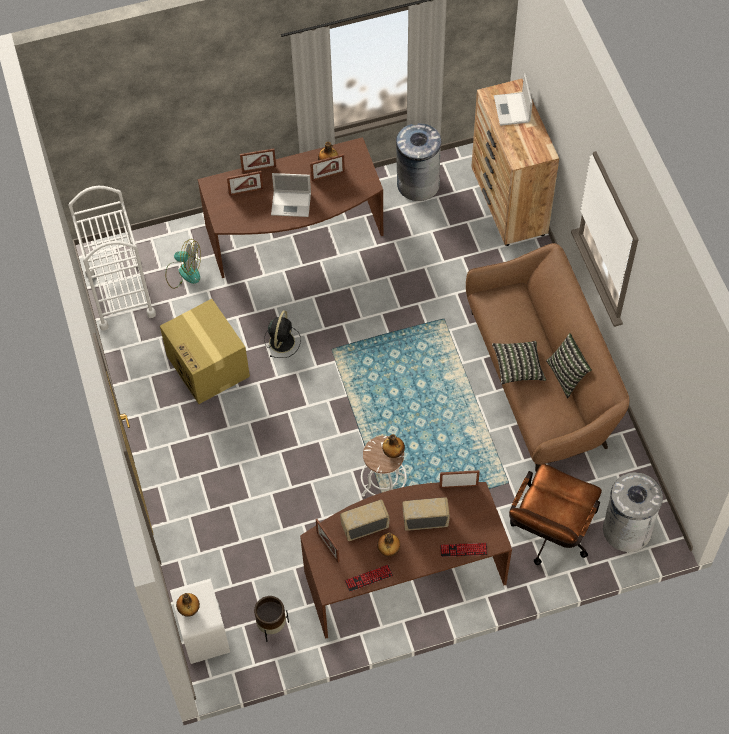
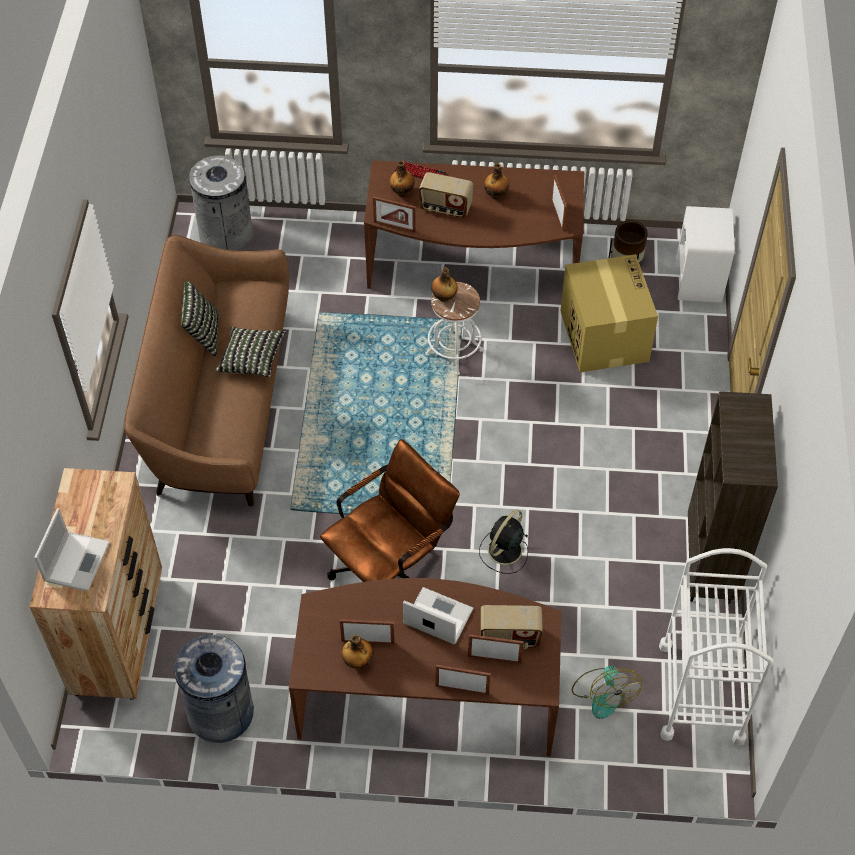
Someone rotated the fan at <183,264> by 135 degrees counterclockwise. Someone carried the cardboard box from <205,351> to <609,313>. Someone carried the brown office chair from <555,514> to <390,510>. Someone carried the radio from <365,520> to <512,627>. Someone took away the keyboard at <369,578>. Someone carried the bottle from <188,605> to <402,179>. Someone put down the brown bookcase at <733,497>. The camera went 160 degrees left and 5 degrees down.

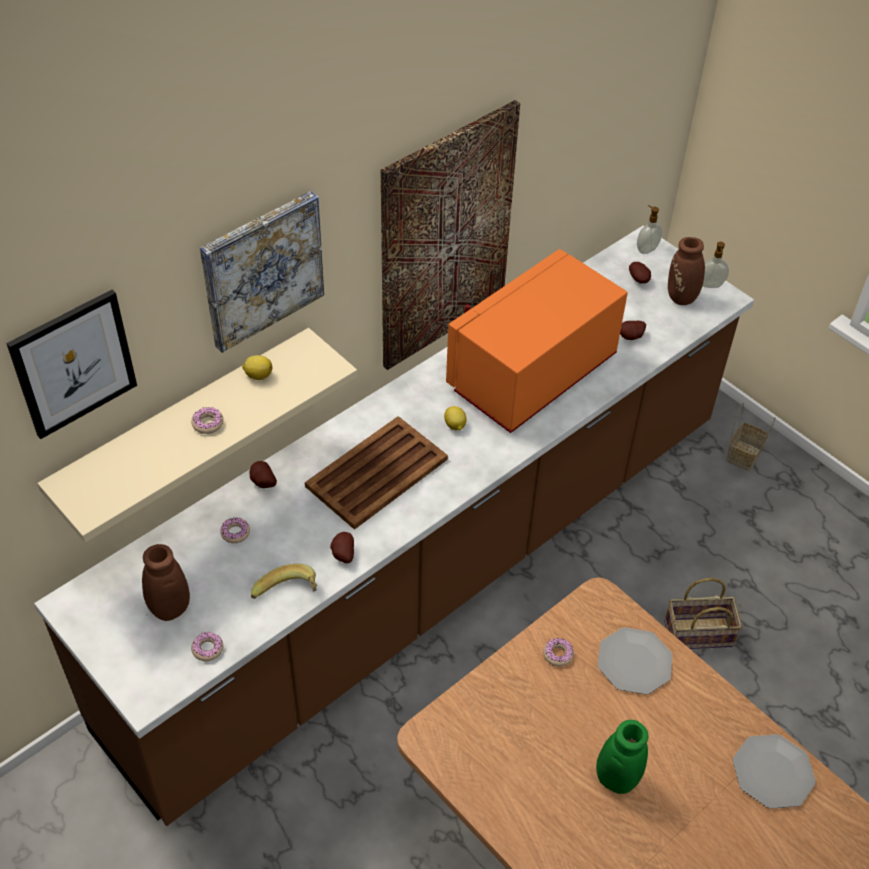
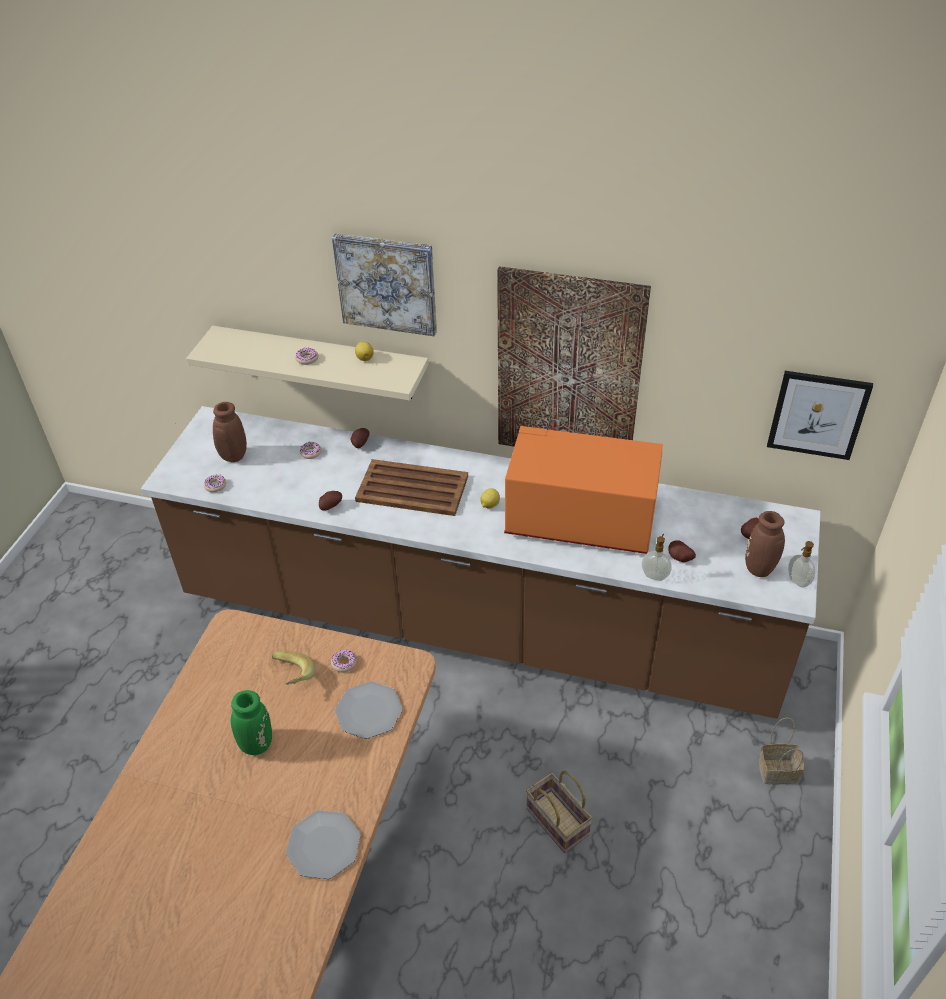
Someone carried the soap dispenser from <649,229> to <657,557>. Someone carried the picture from <71,364> to <820,415>. Someone carried the banana from <284,581> to <293,668>. The camera went 60 degrees right and 5 degrees down.

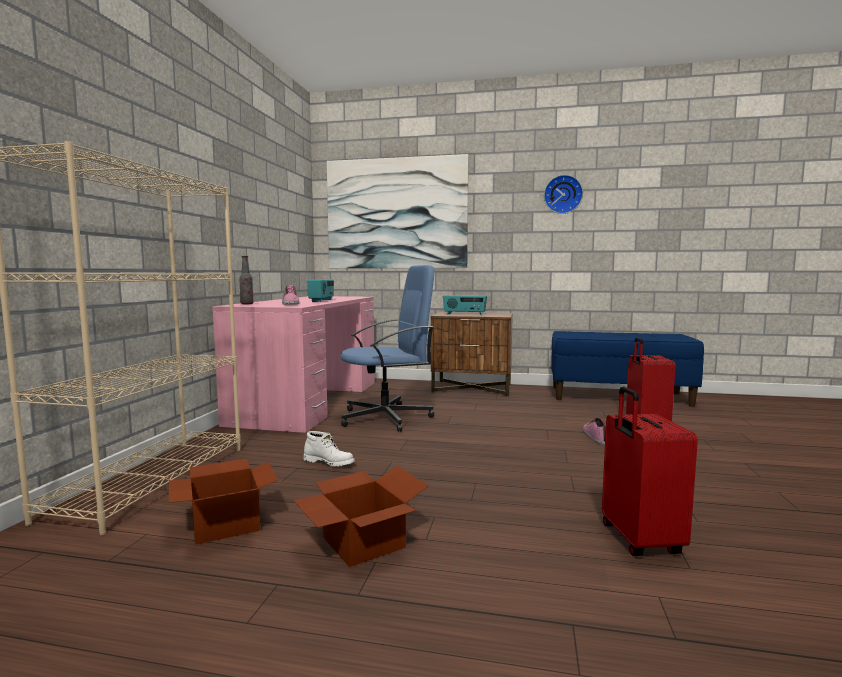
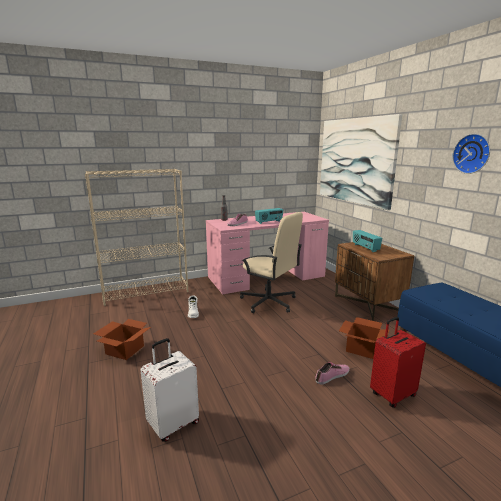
Someone repainted the blue office chair at <387,348>, which became the beige office chair at <271,262>. Someone repainted the red suitcase at <650,471>, which became the white suitcase at <170,390>. Someone carried the cardboard box from <223,502> to <364,338>. The camera went 55 degrees right and 10 degrees up.

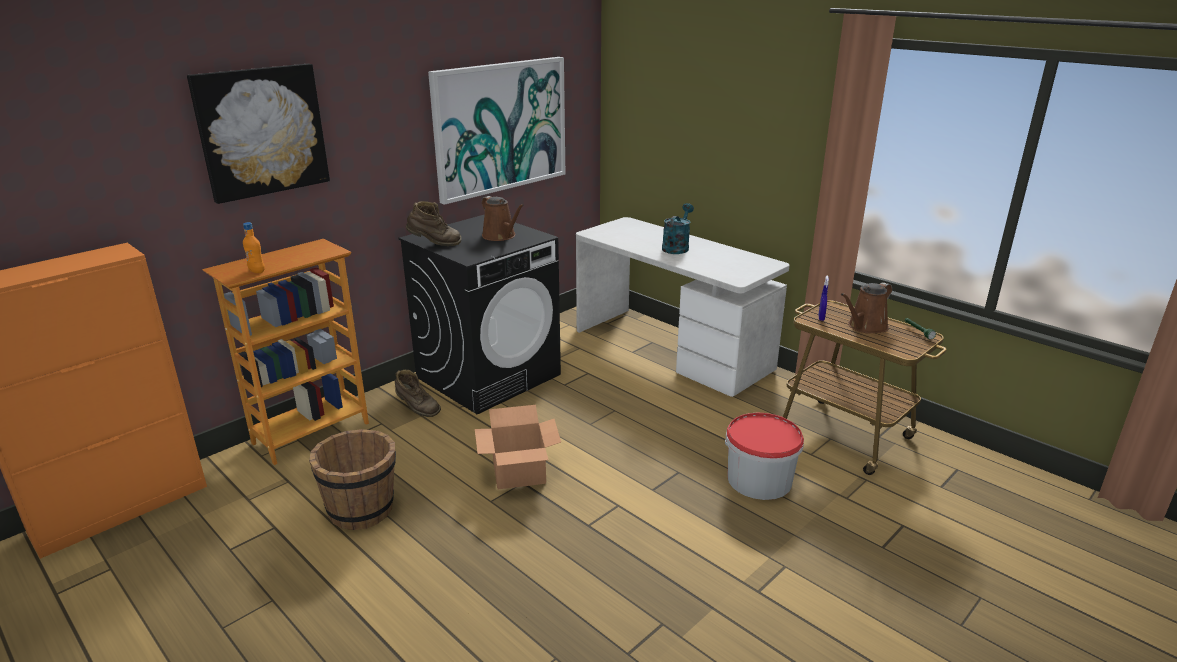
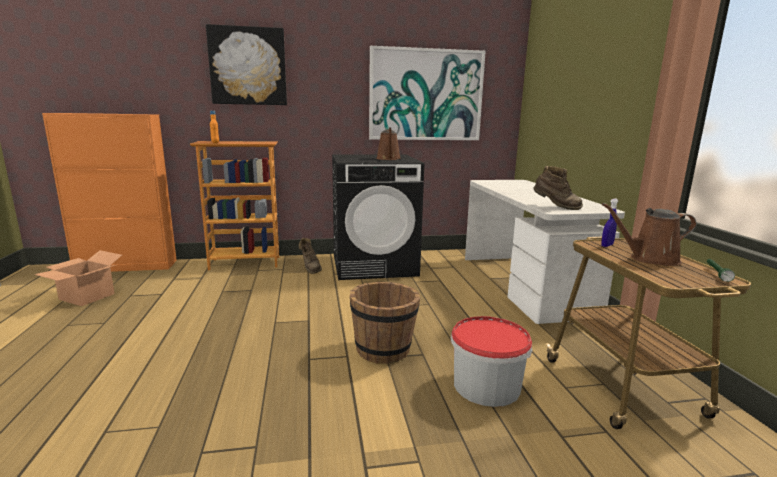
Someone carried the brown boot from <434,223> to <558,188>. Someone took away the turquoise watering can at <678,228>. Someone carried the cardboard box from <518,447> to <78,278>. Someone carried the brown bucket from <352,479> to <385,323>. The camera went 35 degrees right and 10 degrees down.

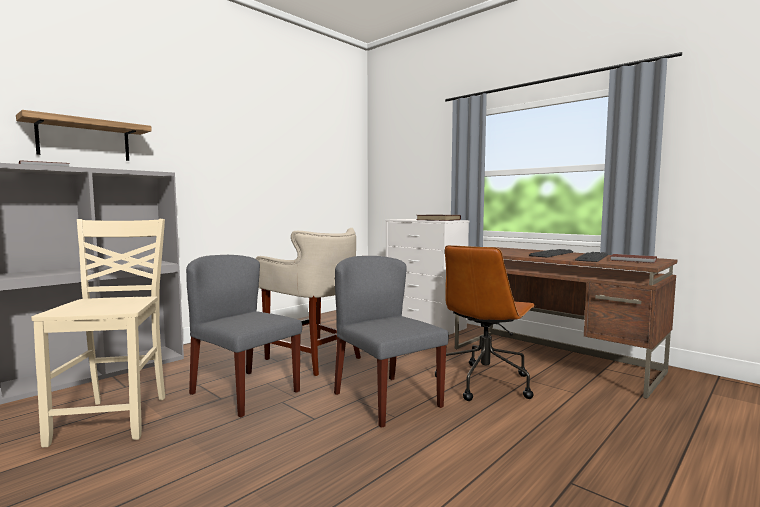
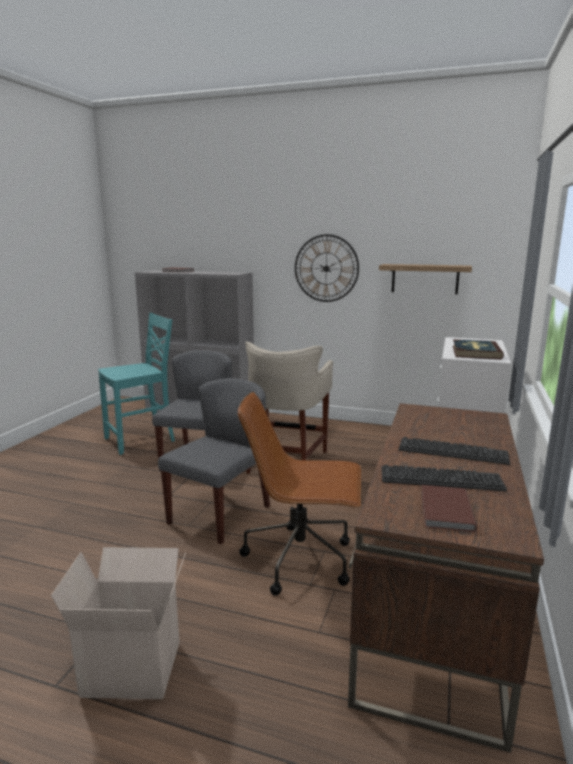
Someone carried the shelf from <84,135> to <425,279>. Someone repainted the beige chair at <98,333>, which became the turquoise chair at <136,384>. Someone put up the wall clock at <327,268>. Someone put down the cardboard box at <118,623>. The camera went 65 degrees right and 10 degrees up.

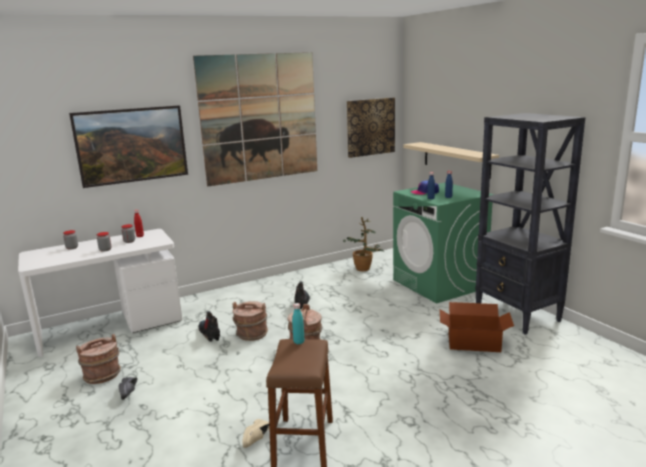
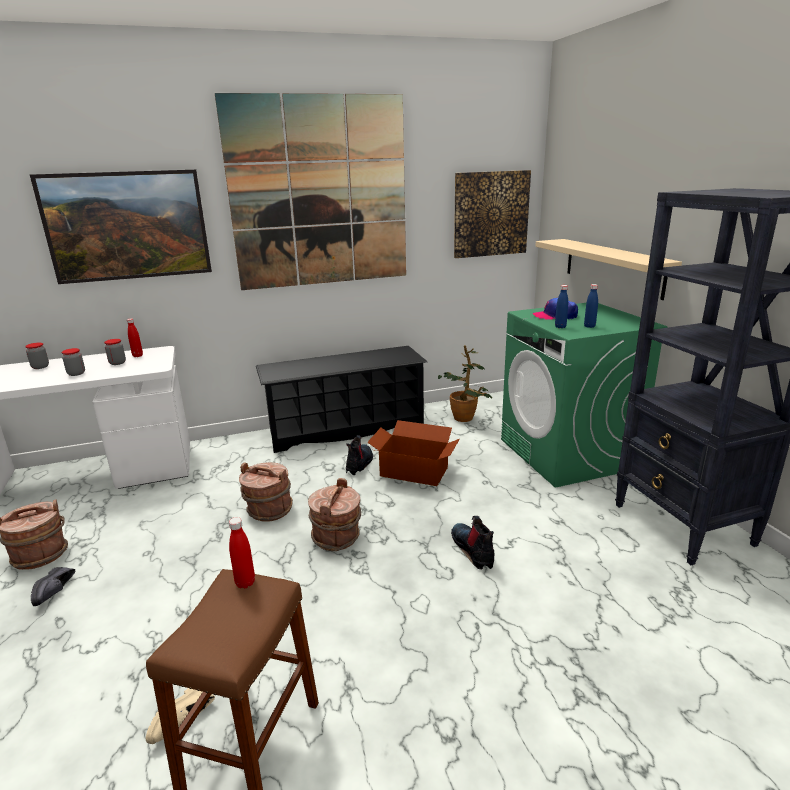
Someone carried the cardboard box from <477,327> to <413,453>. Someone repainted the turquoise bottle at <298,323>, which became the red bottle at <242,553>. Someone carried the boot from <209,326> to <473,543>. Someone put down the black shoe rack at <341,399>. The camera went 10 degrees right and 5 degrees up.

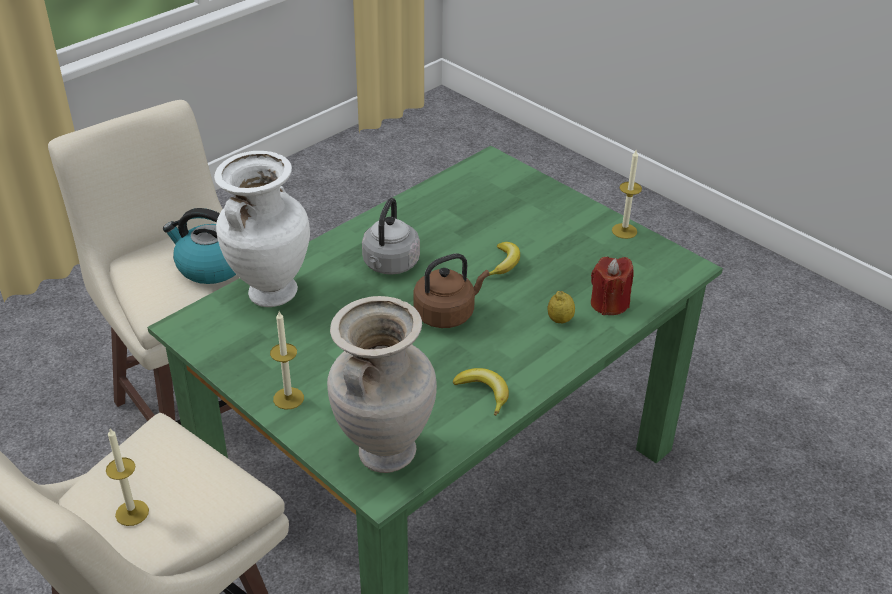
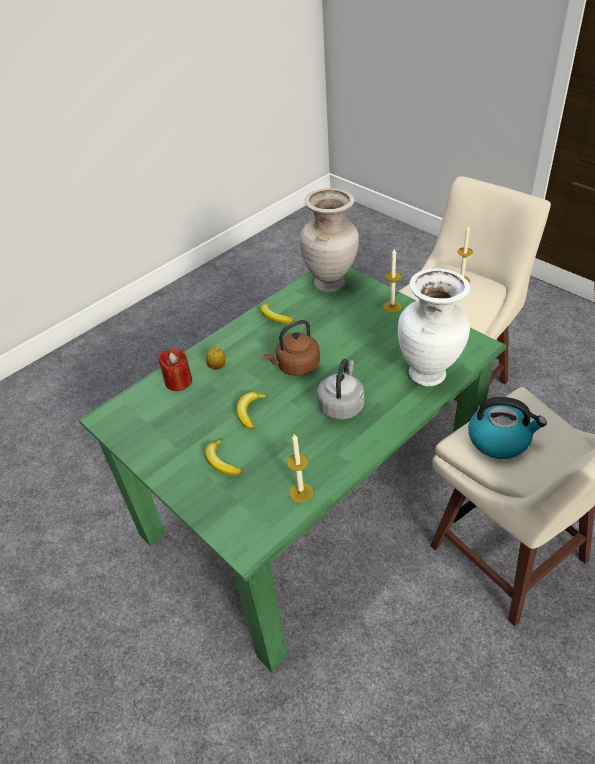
Someone carried the candle from <627,194> to <300,468>. Someone put down the banana at <223,457>. The camera went 175 degrees left and 5 degrees up.

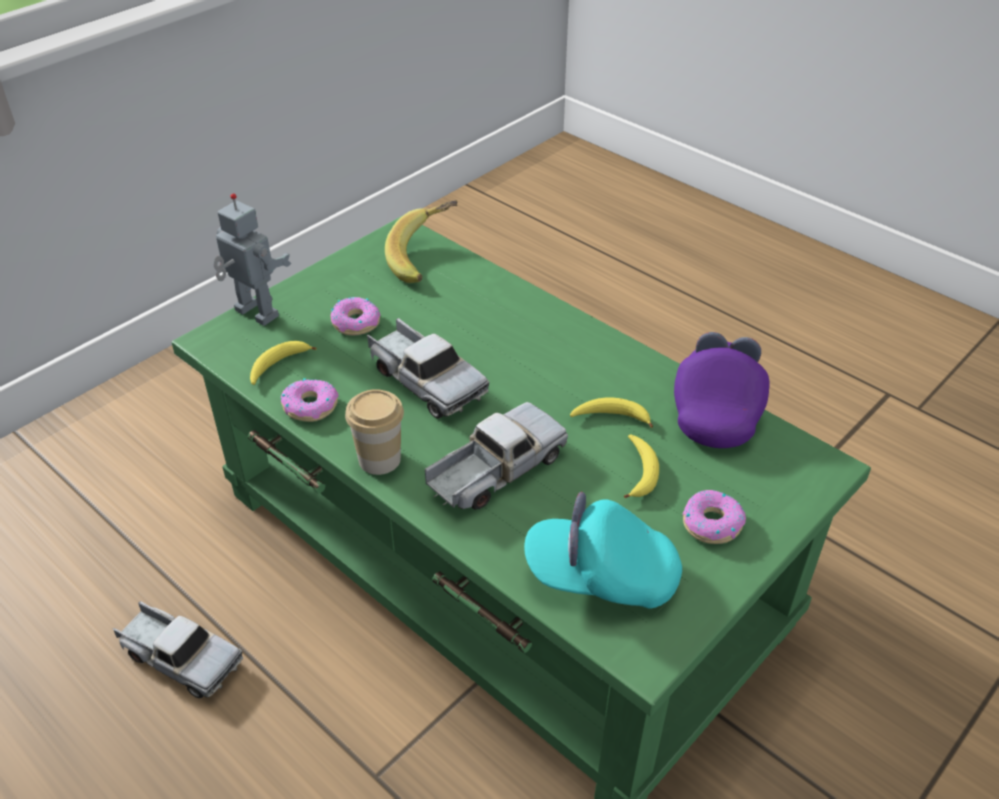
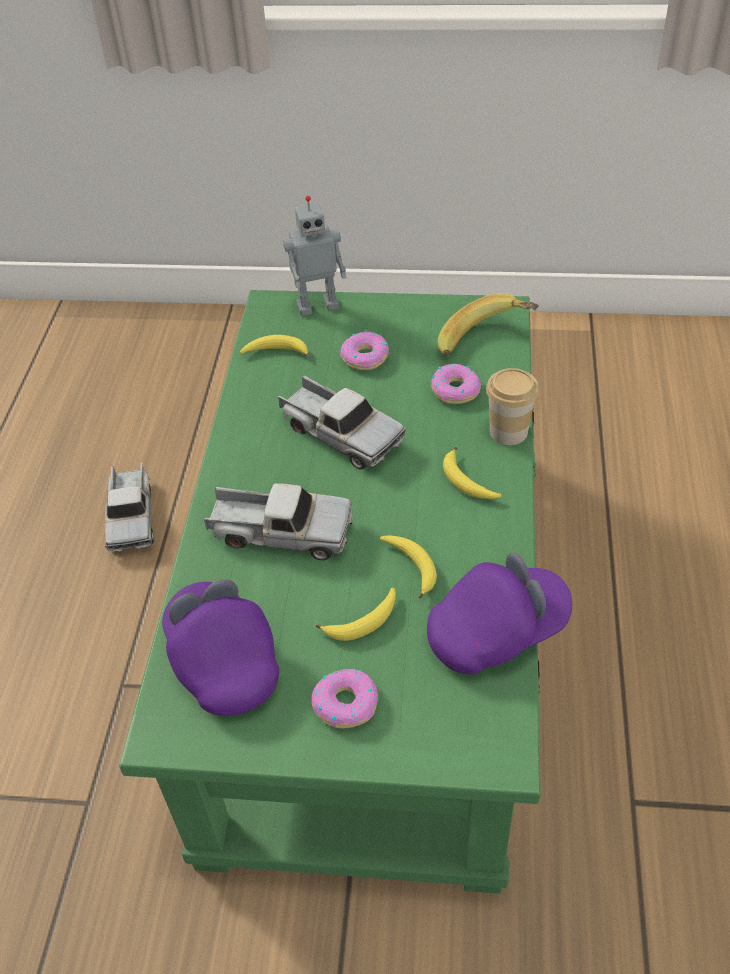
Someone rotated the toy robot at <252,259> by 75 degrees clockwise. Someone rotated the toy truck at <428,368> by 60 degrees counterclockwise. Someone carried the donut from <310,400> to <456,384>. Someone carried the cup from <374,432> to <512,406>. Someone repainted the turquoise cap at <603,550>, which became the purple cap at <220,647>. Someone put down the banana at <472,473>. The camera went 55 degrees right and 5 degrees up.

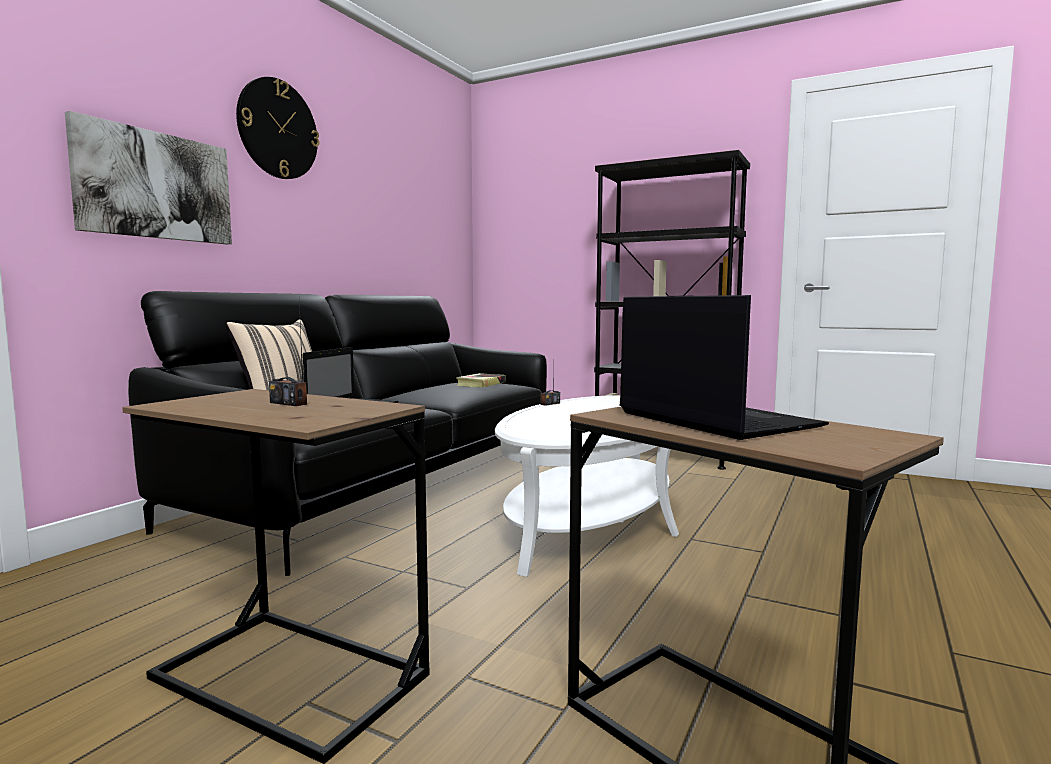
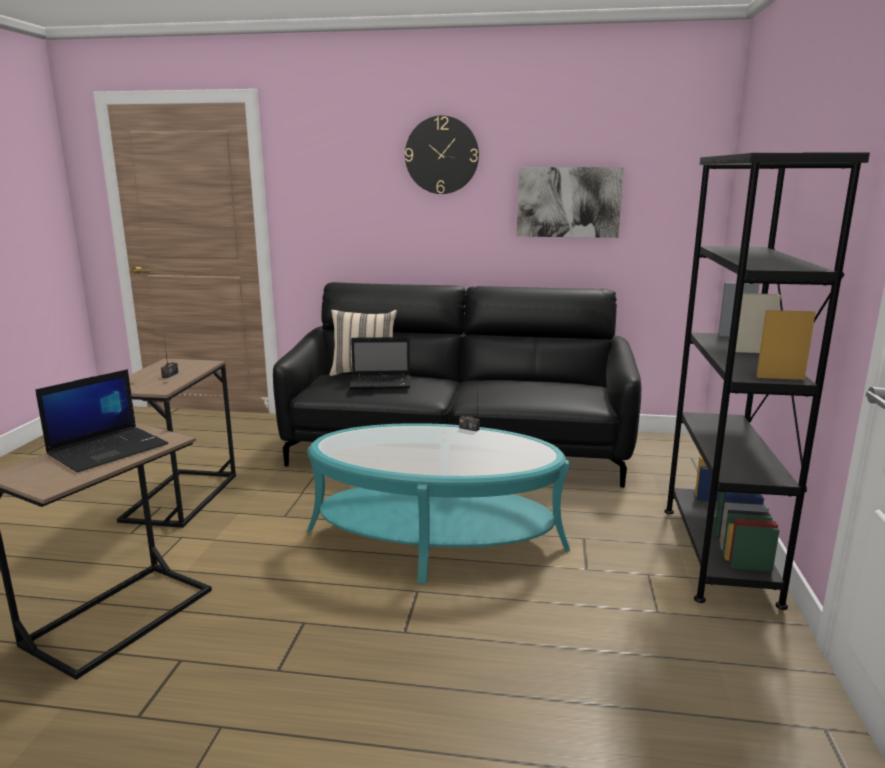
Someone carried the picture from <148,177> to <570,202>. Someone took away the book at <481,380>. Someone repainted the white coffee table at <587,486>, which became the turquoise coffee table at <438,503>. The camera went 70 degrees right and 10 degrees up.

